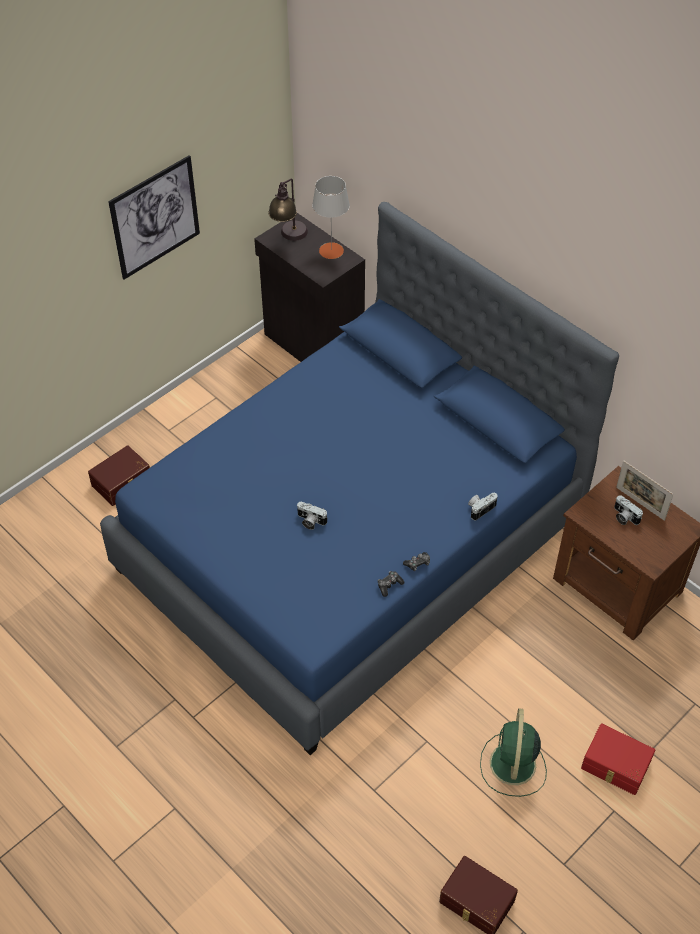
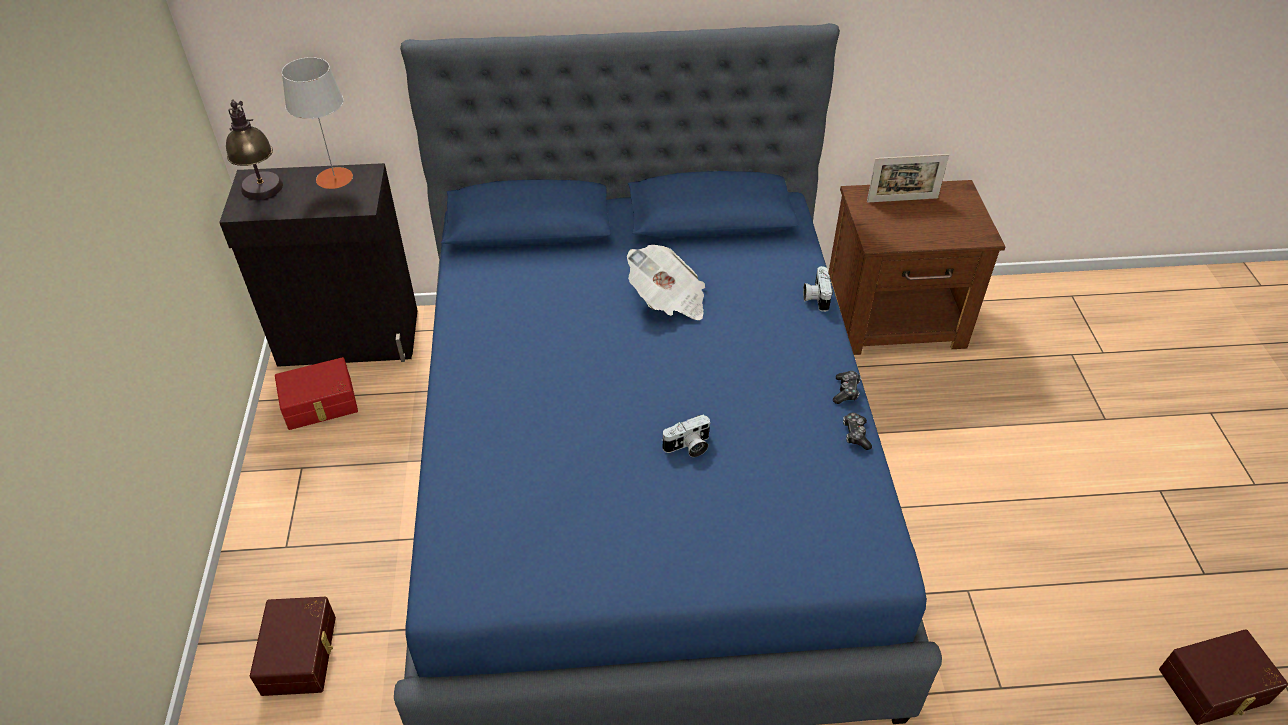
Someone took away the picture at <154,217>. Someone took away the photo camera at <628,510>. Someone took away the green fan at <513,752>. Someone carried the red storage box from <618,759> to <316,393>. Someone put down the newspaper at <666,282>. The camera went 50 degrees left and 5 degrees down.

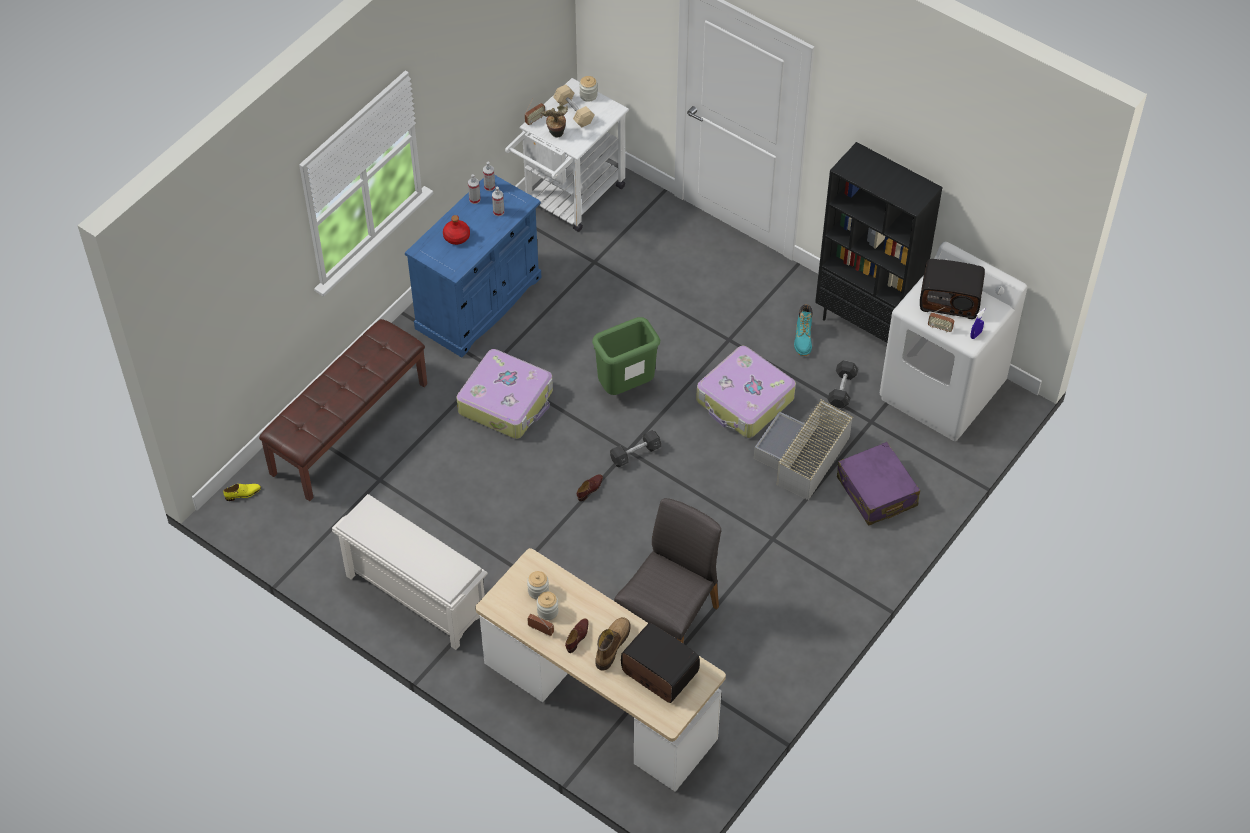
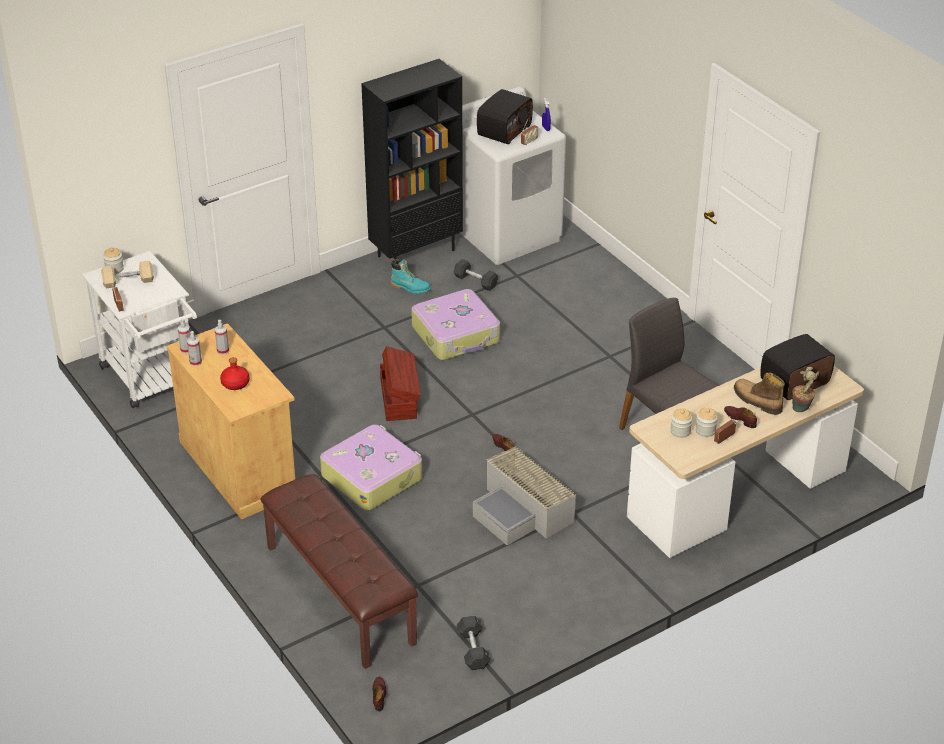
Someone carried the potted plant from <554,121> to <805,389>. Someone repainted the blue cabinet at <473,266>, which became the beige cabinet at <230,421>. Someone swapped the green trash can at <626,356> for the brown storage box at <400,383>. Someone carried the grey storage box from <803,449> to <524,496>. Someone carried the grey dumbbell from <635,449> to <473,642>. Someone took away the purple suitcase at <878,484>. Someone repainted the yellow shoe at <242,492>, which became the brown shoe at <379,694>. Someone took away the white shoe rack at <410,572>. The camera went 70 degrees left and 15 degrees down.

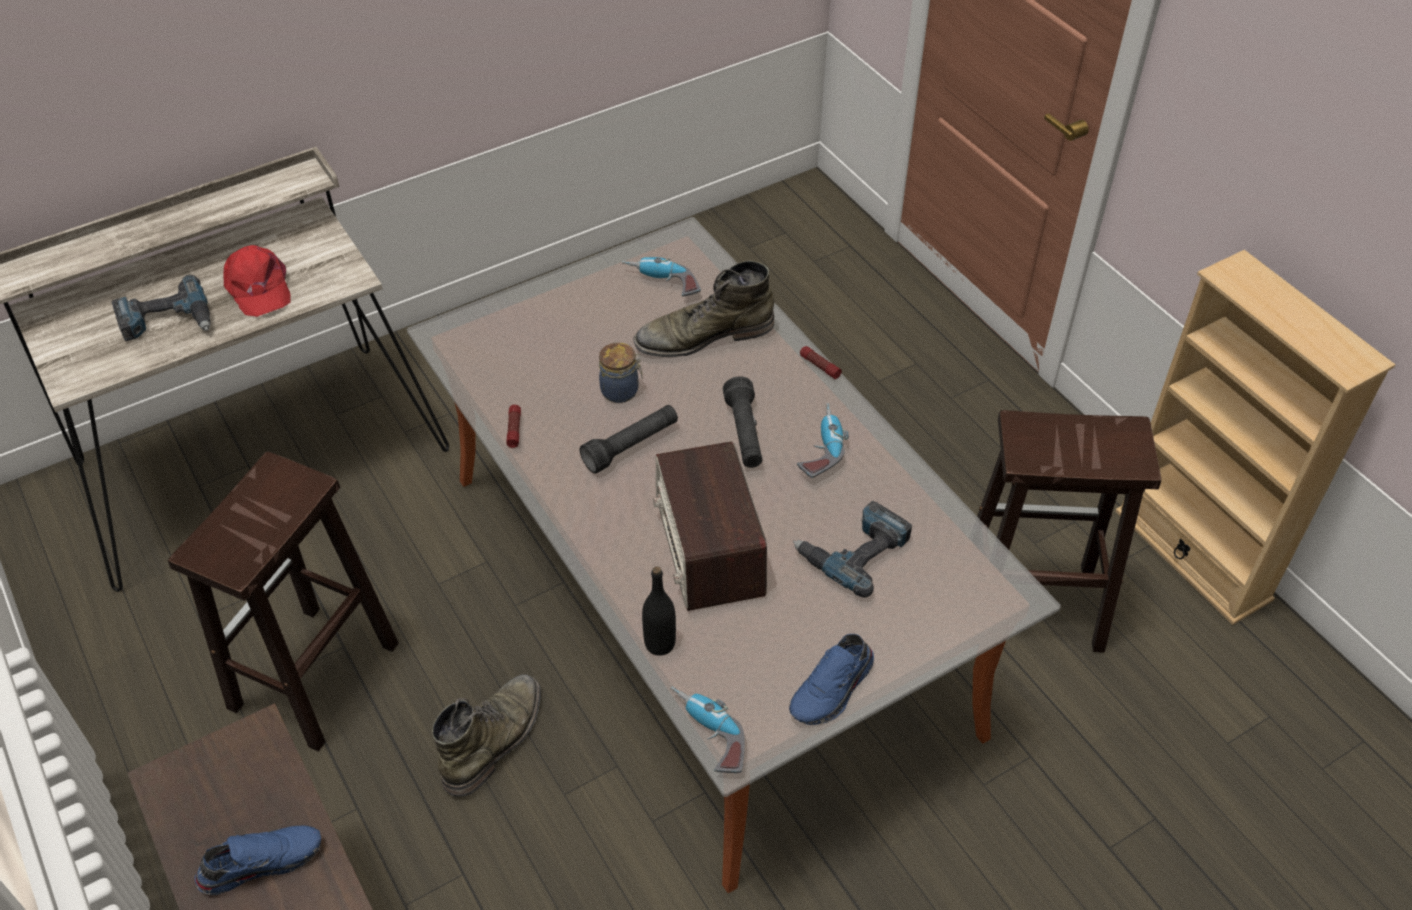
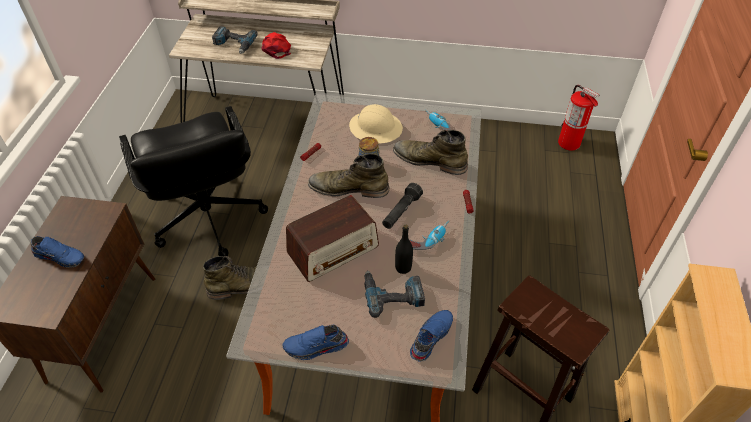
Someone rotated the red cap at <257,281> by 150 degrees clockwise. Someone swapped the black flashlight at <629,439> for the green boot at <348,176>. Someone rotated the radio at <710,526> by 150 degrees counterclockwise. Someone swapped the brown stool at <283,602> for the black office chair at <193,181>. Someone carried the black bottle from <659,611> to <404,249>. Someone took away the power drill at <708,729>. Someone put down the fire extinguisher at <579,117>. Someone put down the beige hard hat at <376,124>. Someone put down the blue shoe at <431,336>. The camera went 40 degrees right and 0 degrees up.

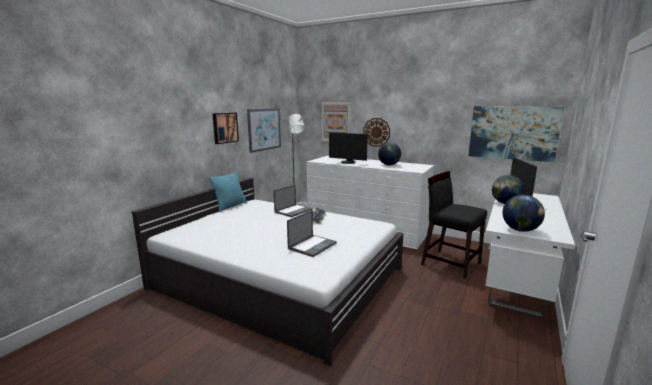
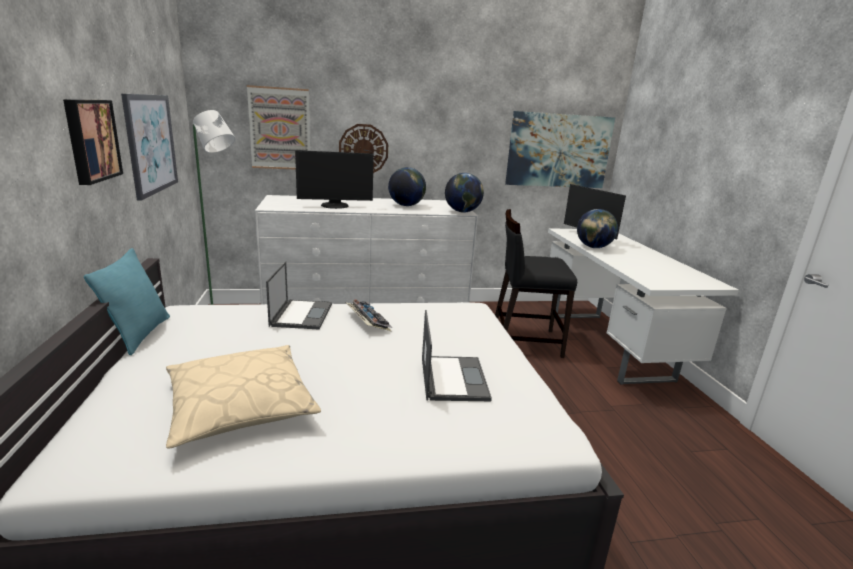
Someone carried the globe from <524,213> to <464,192>. Someone put down the beige pillow at <243,397>. The camera went 40 degrees left and 5 degrees up.

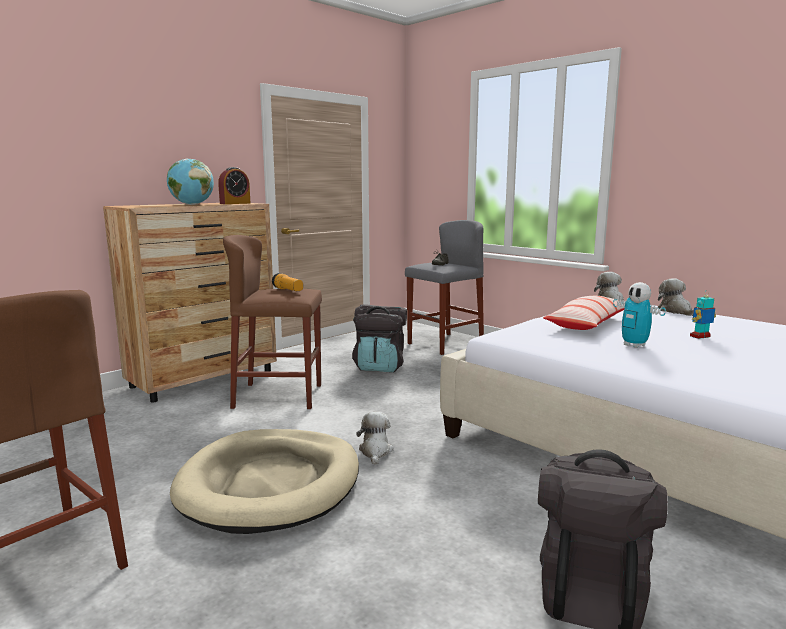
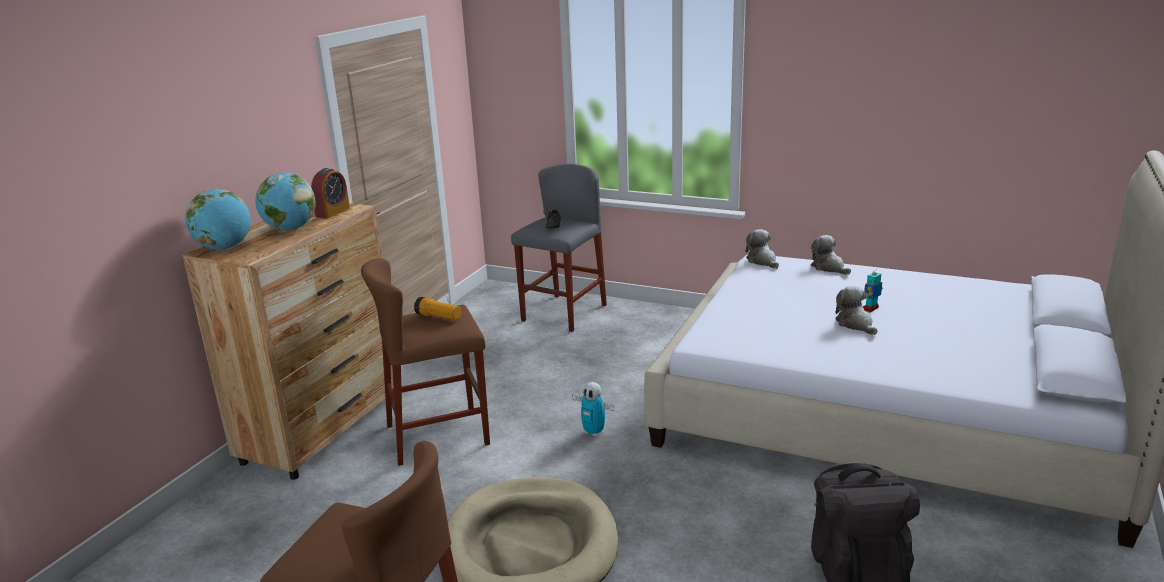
Someone carried the toy robot from <639,315> to <593,409>. Someone took away the pillow at <583,313>. Someone took away the black backpack at <379,338>. Someone carried the plush toy from <375,438> to <856,310>. Someone put down the globe at <218,219>. The camera went 20 degrees left and 10 degrees up.

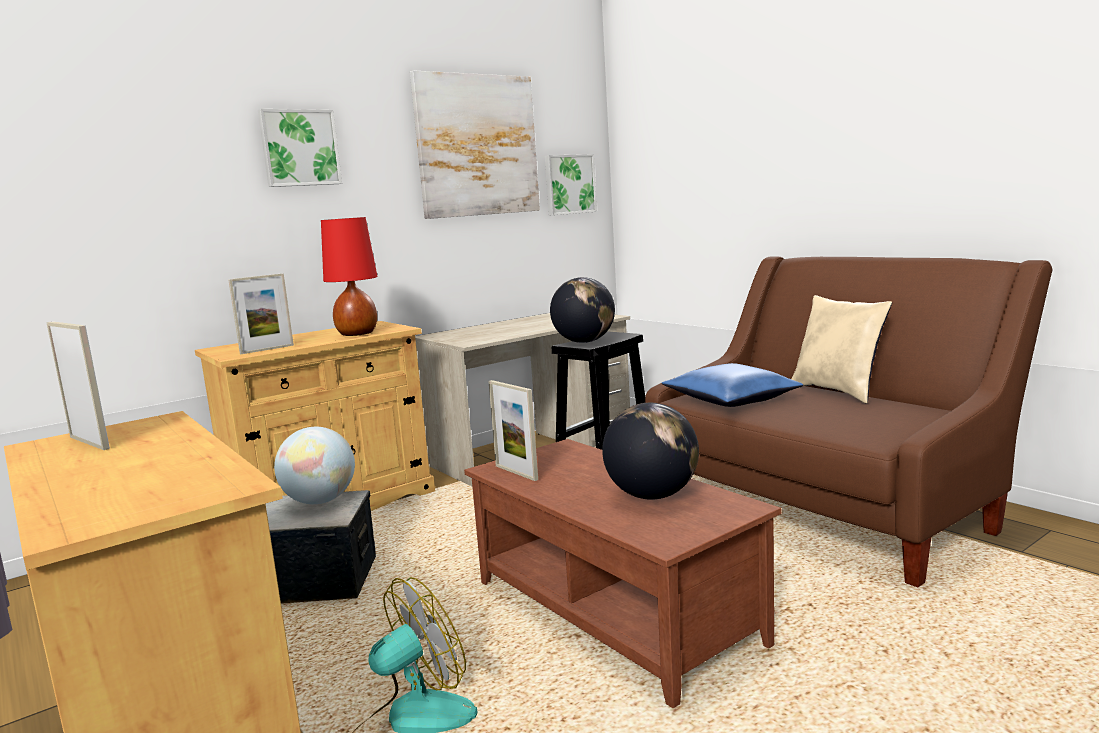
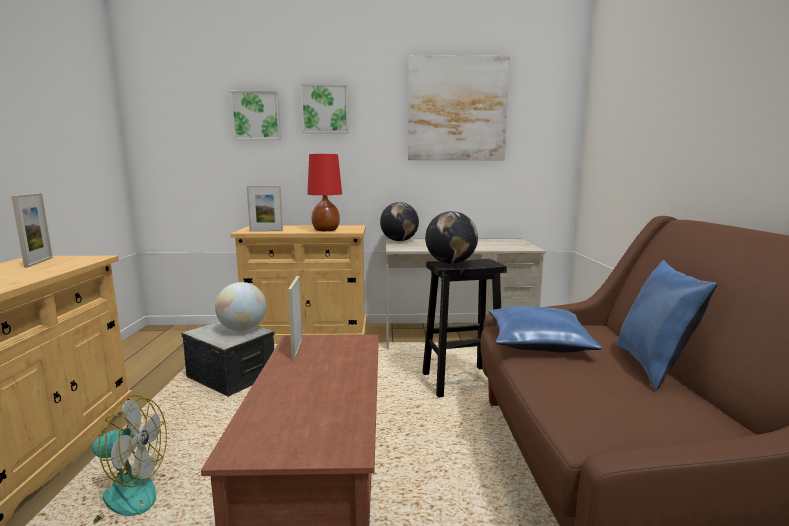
Someone carried the picture from <571,184> to <255,115>. Someone repainted the beige pillow at <841,349>, which became the blue pillow at <666,325>. Someone carried the globe from <650,451> to <399,221>. The camera went 35 degrees right and 0 degrees up.

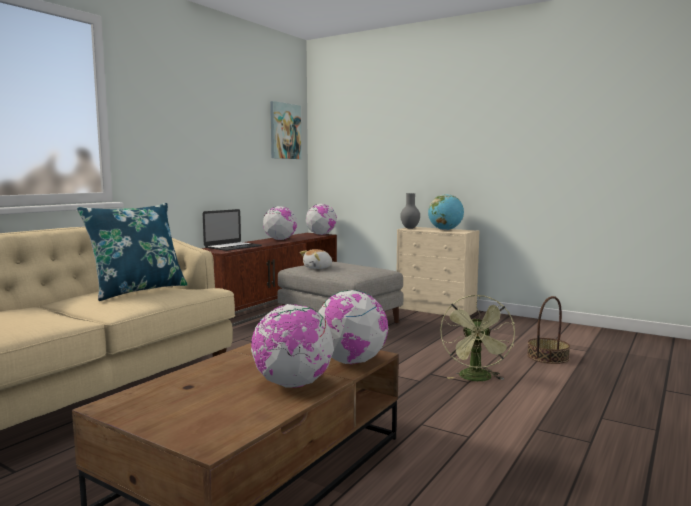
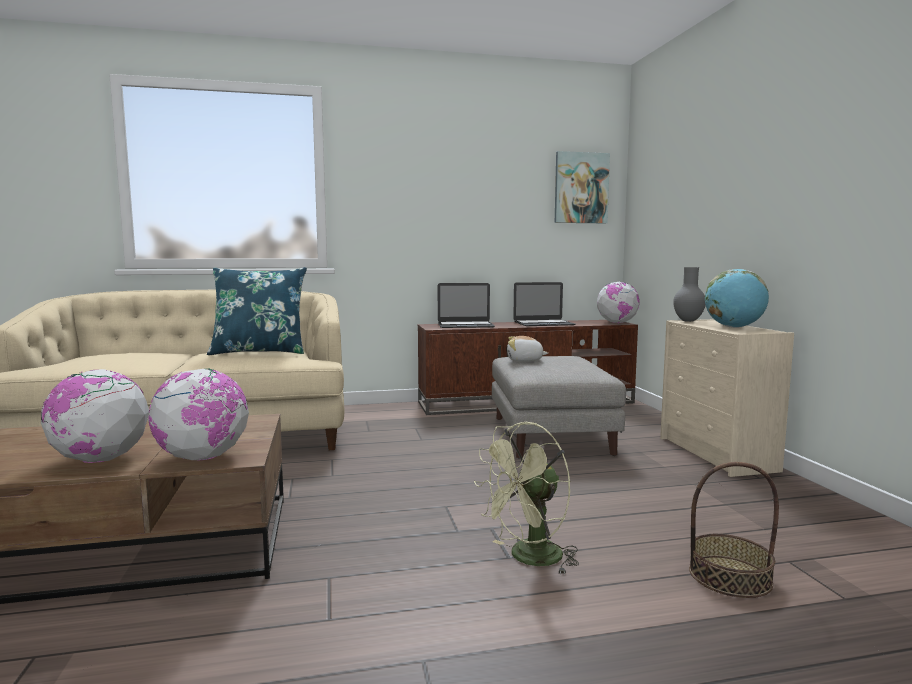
Someone swapped the globe at <280,223> for the laptop at <544,304>. The camera went 45 degrees right and 0 degrees up.

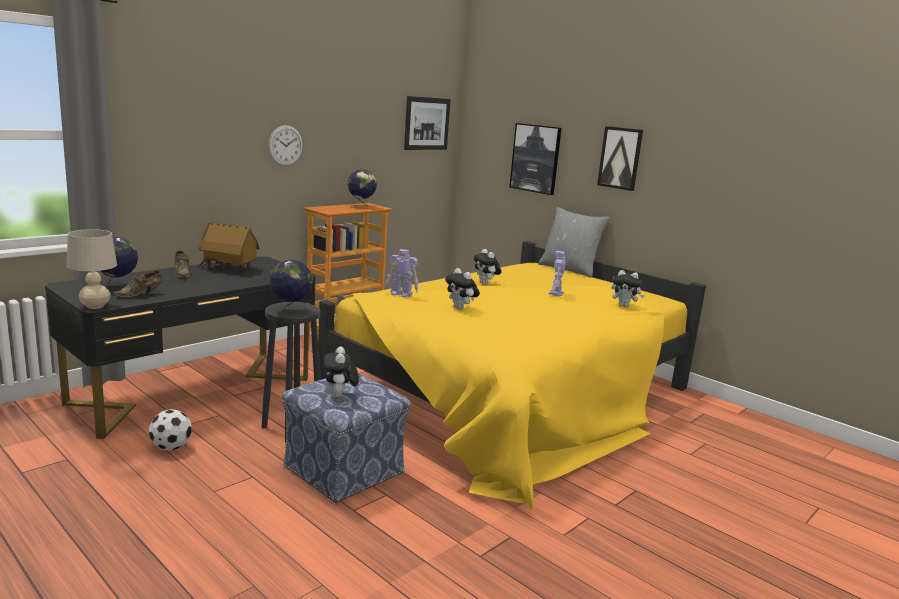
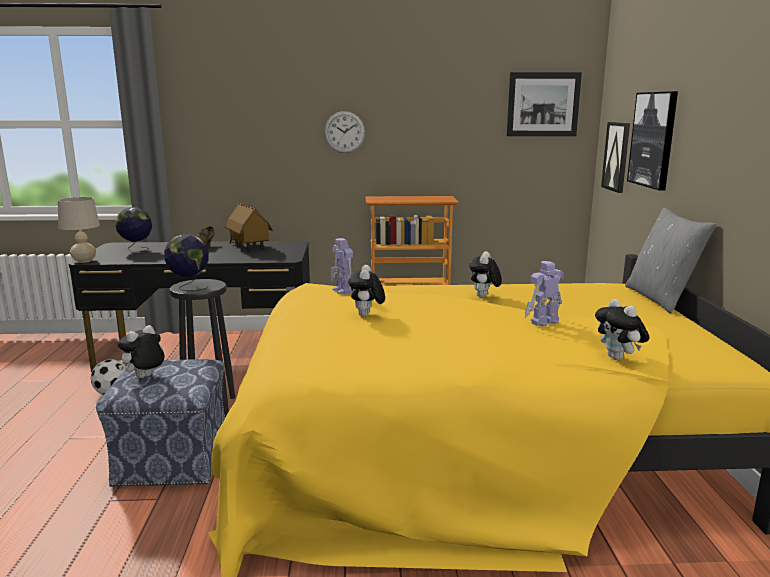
Someone carried the picture from <620,158> to <615,157>. Someone took away the globe at <362,188>. Someone took away the brown shoe at <138,284>. The camera went 45 degrees right and 0 degrees up.

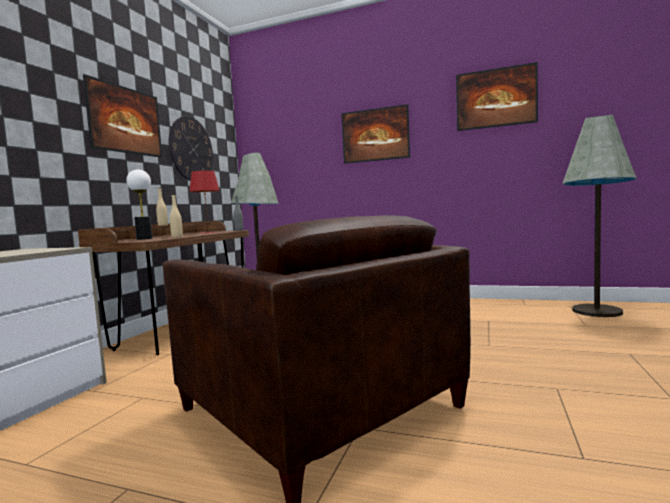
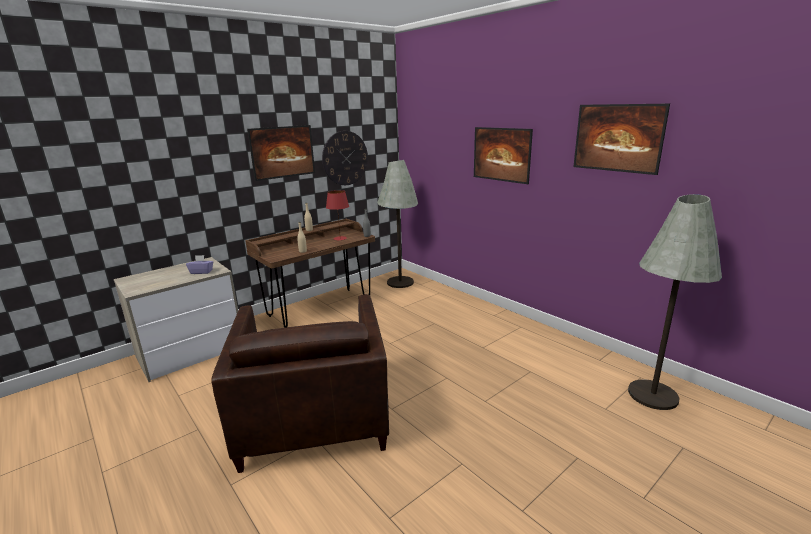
Someone took away the table lamp at <139,204>. Someone put down the purple tissue box at <199,264>. The camera went 30 degrees right and 15 degrees up.

